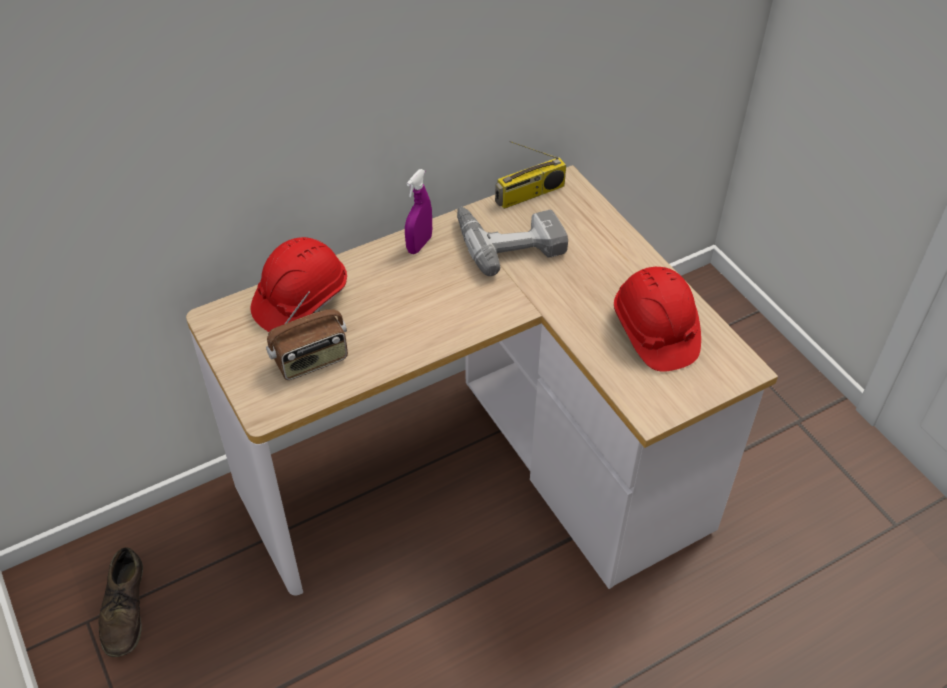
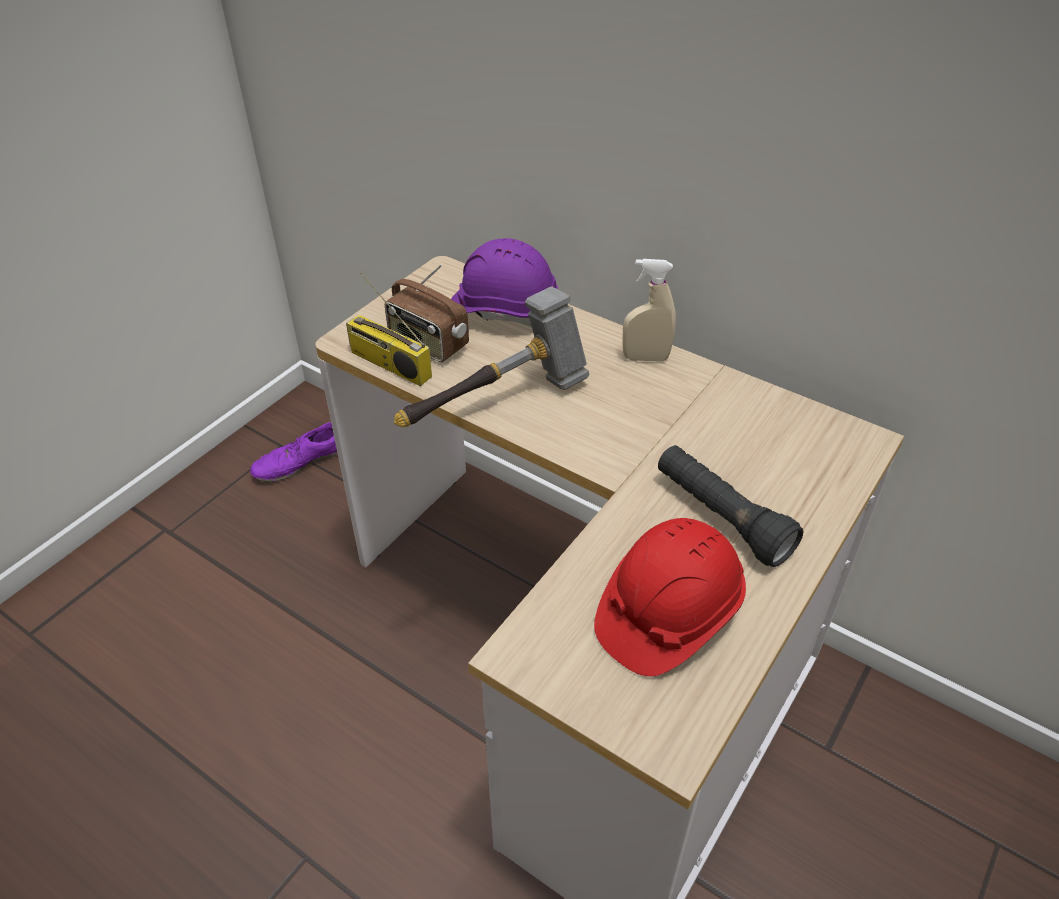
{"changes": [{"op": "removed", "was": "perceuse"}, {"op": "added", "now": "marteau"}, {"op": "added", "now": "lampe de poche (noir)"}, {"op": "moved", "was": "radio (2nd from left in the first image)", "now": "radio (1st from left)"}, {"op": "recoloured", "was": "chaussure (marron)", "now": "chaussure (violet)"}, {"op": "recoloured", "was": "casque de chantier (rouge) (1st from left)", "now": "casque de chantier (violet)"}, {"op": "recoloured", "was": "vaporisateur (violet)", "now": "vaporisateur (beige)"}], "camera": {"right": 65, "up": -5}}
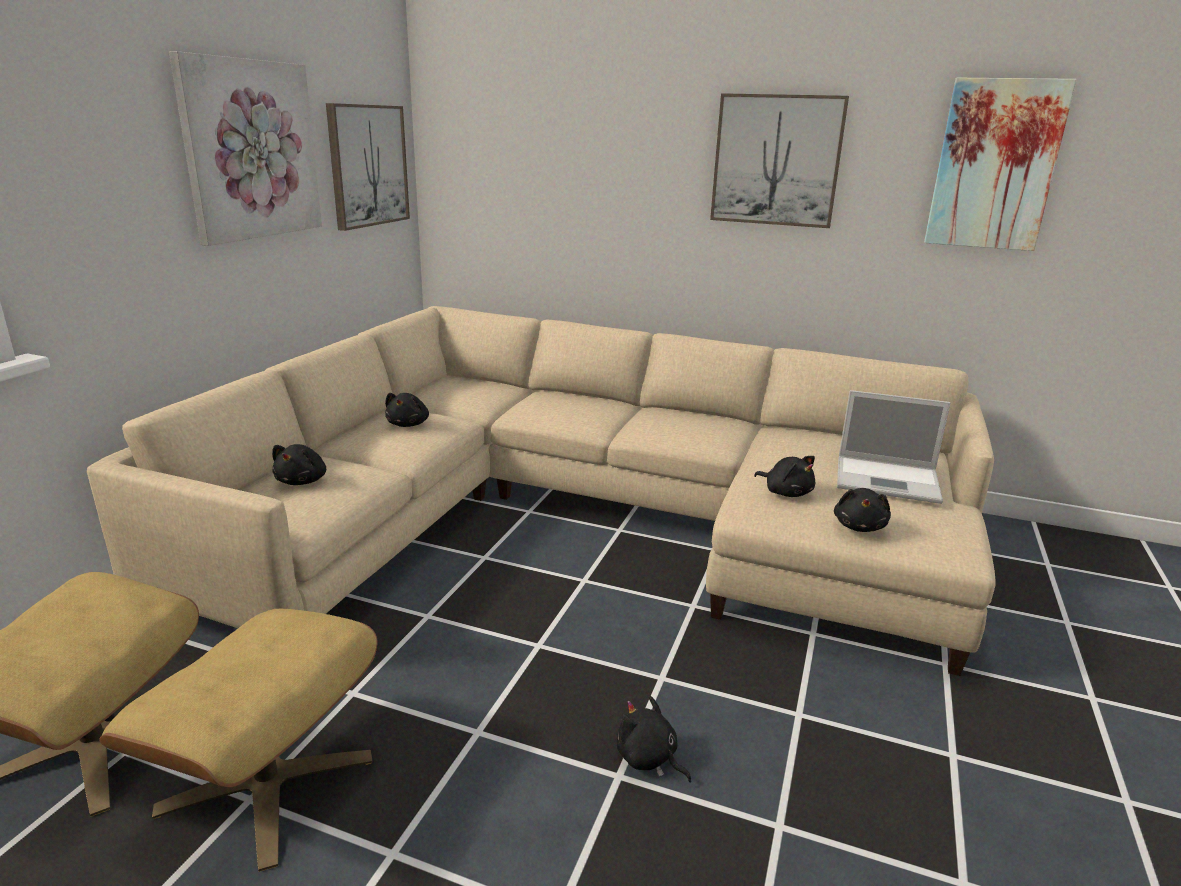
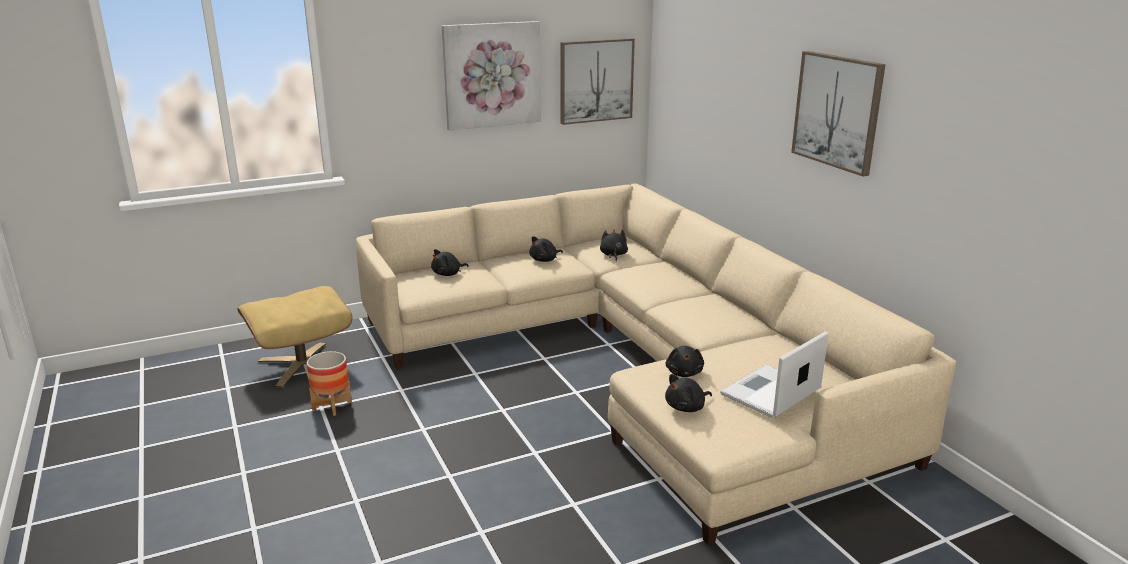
{"changes": [{"op": "removed", "was": "tableau (4th from left)"}, {"op": "moved", "was": "peluche (noir) (3rd from left)"}, {"op": "replaced", "was": "pouf (beige) (2nd from left)", "now": "cache-pot"}, {"op": "turned", "was": "ordinateur portable", "clockwise": 75}], "camera": {"right": 45, "up": 0}}
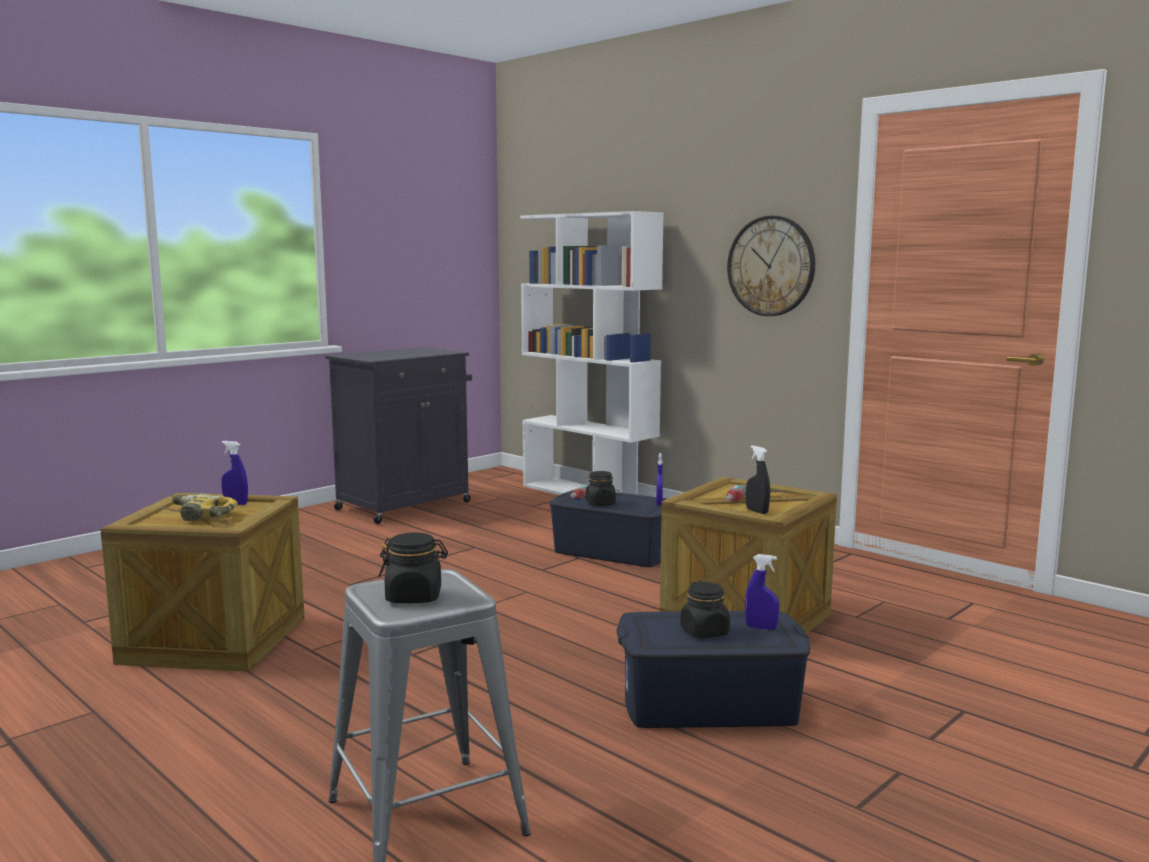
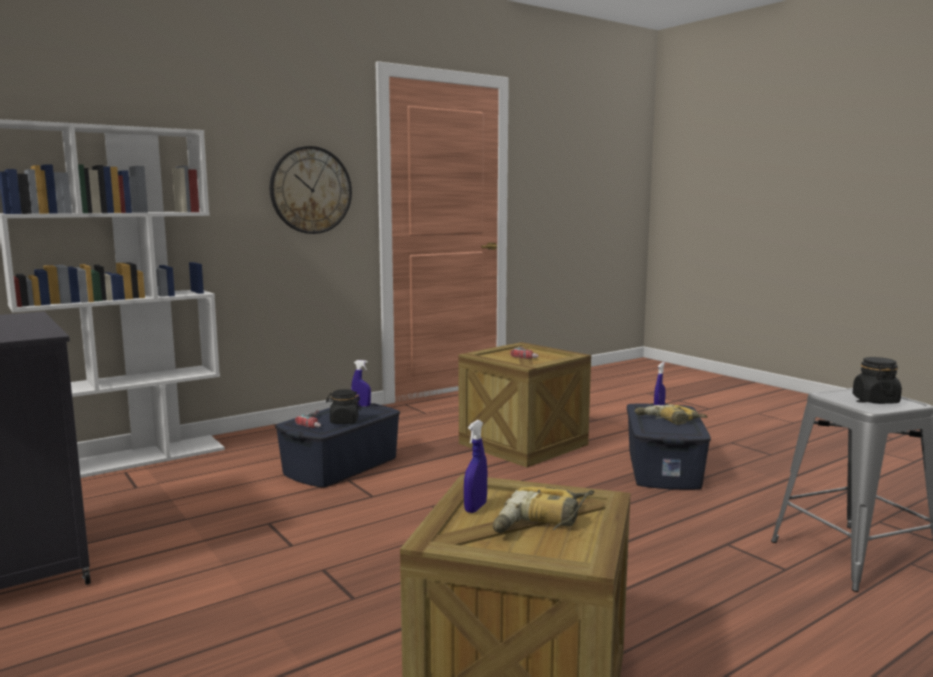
{"changes": [{"op": "removed", "was": "vaporisateur (noir)"}, {"op": "replaced", "was": "bocal (noir) (3rd from left)", "now": "perceuse (4th from left)"}], "camera": {"right": -80, "up": 0}}
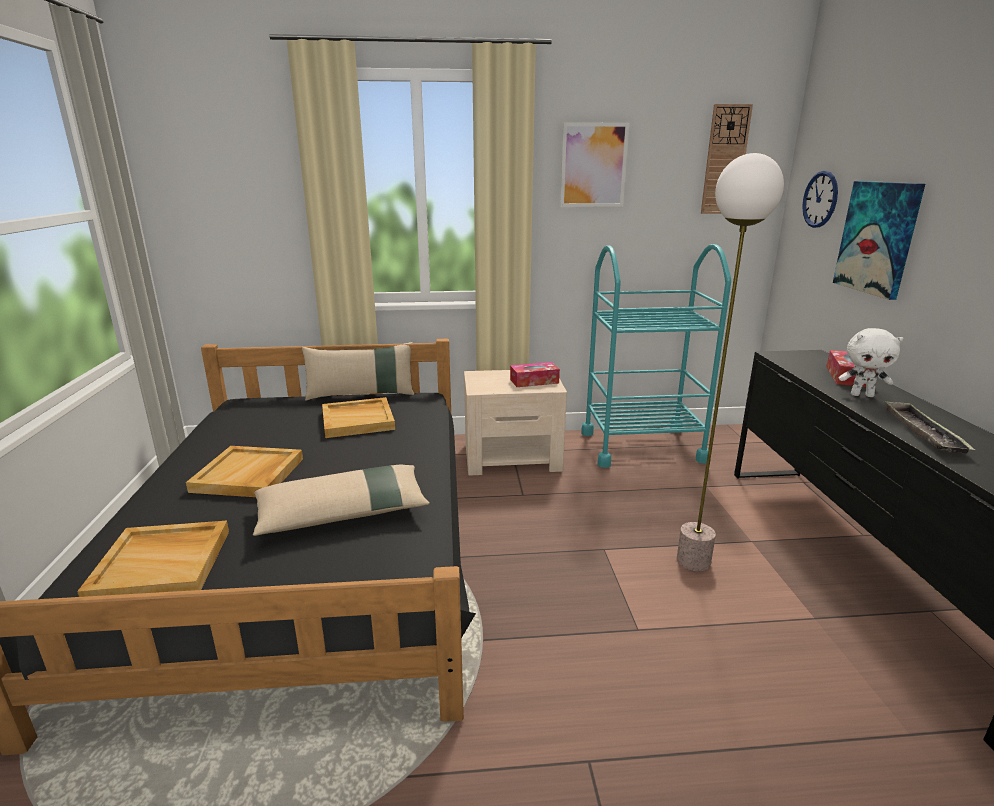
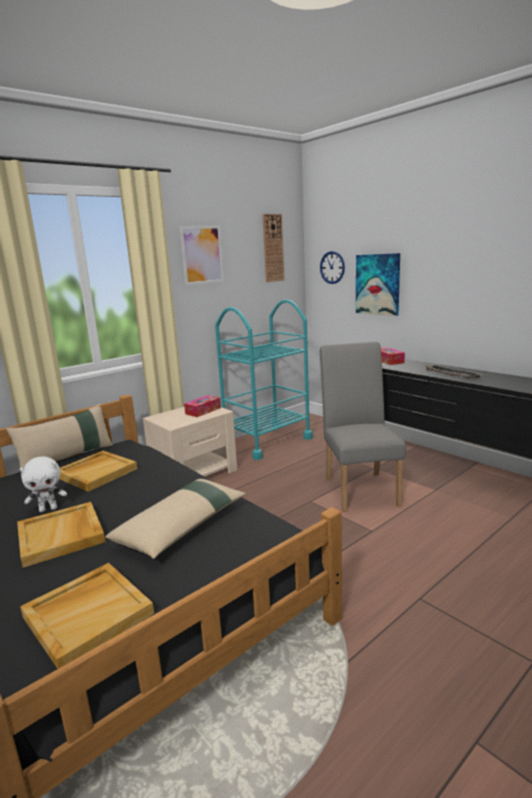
{"changes": [{"op": "moved", "was": "peluche (blanc)"}, {"op": "replaced", "was": "lampadaire", "now": "chaise (gris)"}], "camera": {"right": -35, "up": -5}}
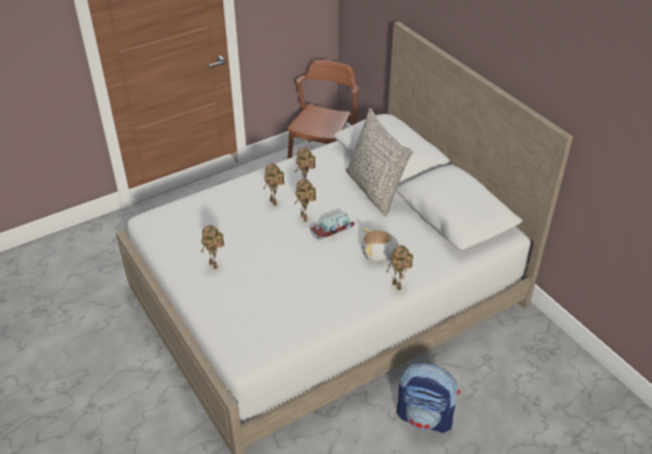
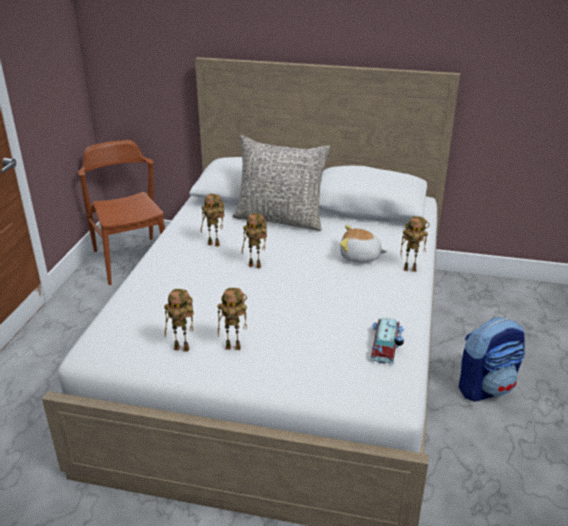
{"changes": [{"op": "moved", "was": "robot jouet (2nd from left in the first image)", "now": "robot jouet (1st from left)"}, {"op": "moved", "was": "petite voiture"}, {"op": "turned", "was": "peluche", "clockwise": 60}], "camera": {"right": -45, "up": -10}}
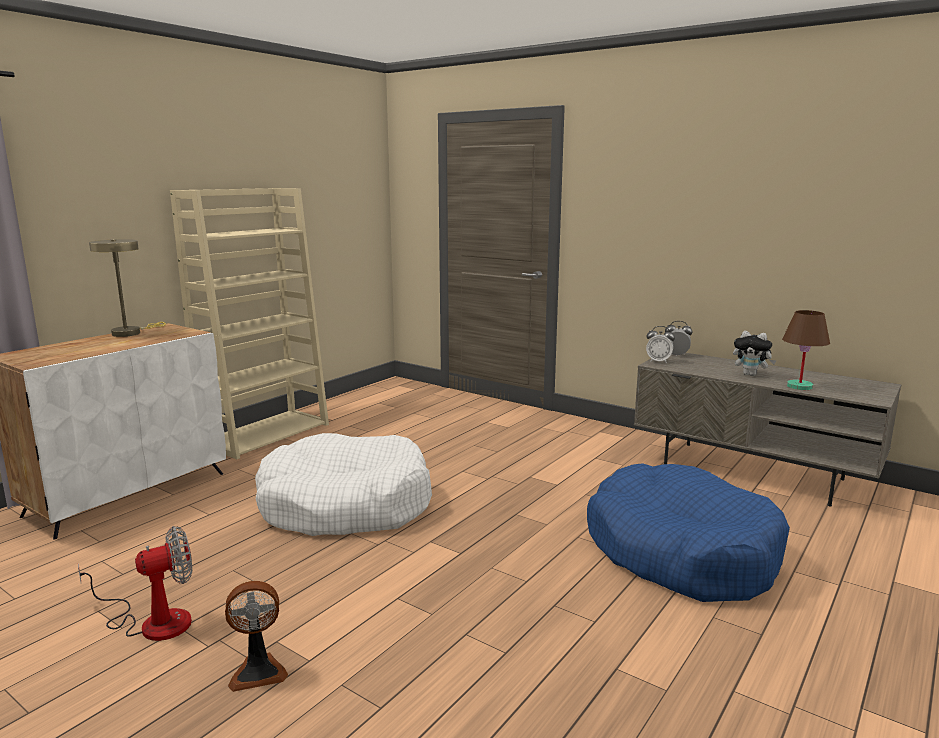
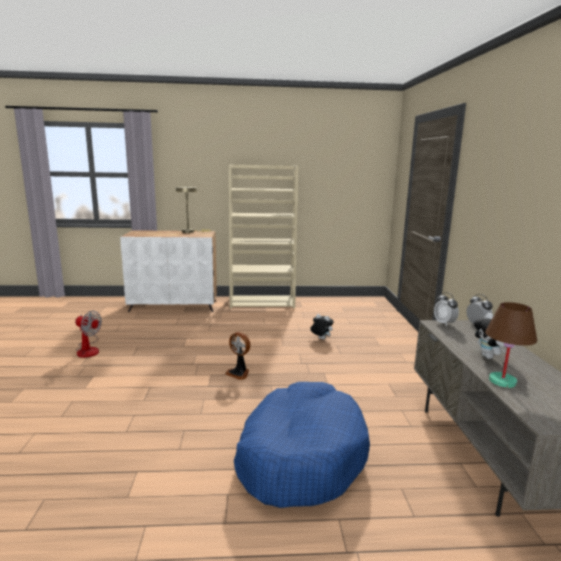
{"changes": [{"op": "removed", "was": "panier pour chien (blanc)"}, {"op": "added", "now": "peluche (1st from left)"}, {"op": "moved", "was": "ventilateur (2nd from left)"}], "camera": {"right": 50, "up": 0}}
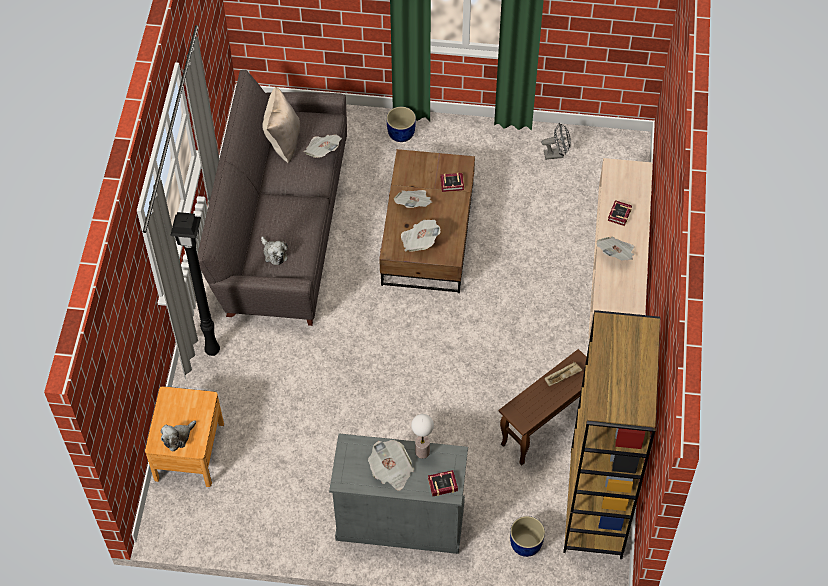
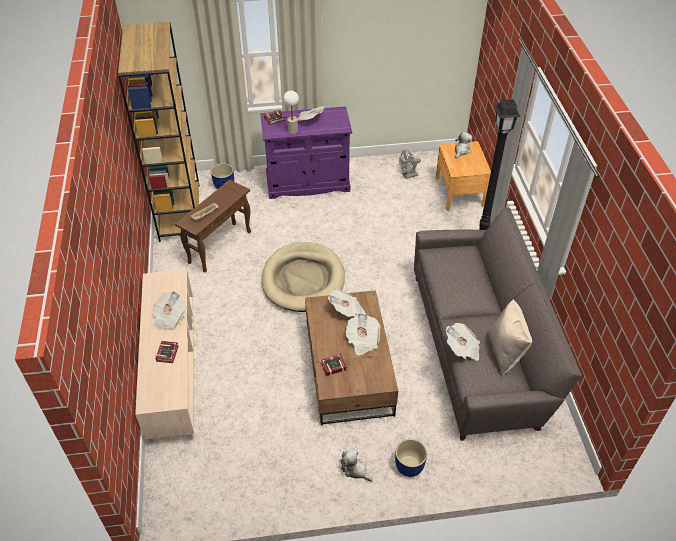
{"changes": [{"op": "added", "now": "panier pour chien (beige)"}, {"op": "moved", "was": "peluche (2nd from left in the first image)", "now": "peluche (1st from left)"}, {"op": "moved", "was": "ventilateur (gris)"}, {"op": "recoloured", "was": "meuble de rangement (gris)", "now": "meuble de rangement (violet)"}], "camera": {"right": 165, "up": -10}}
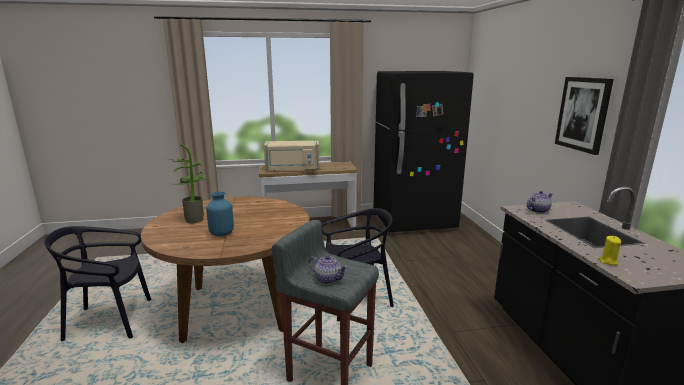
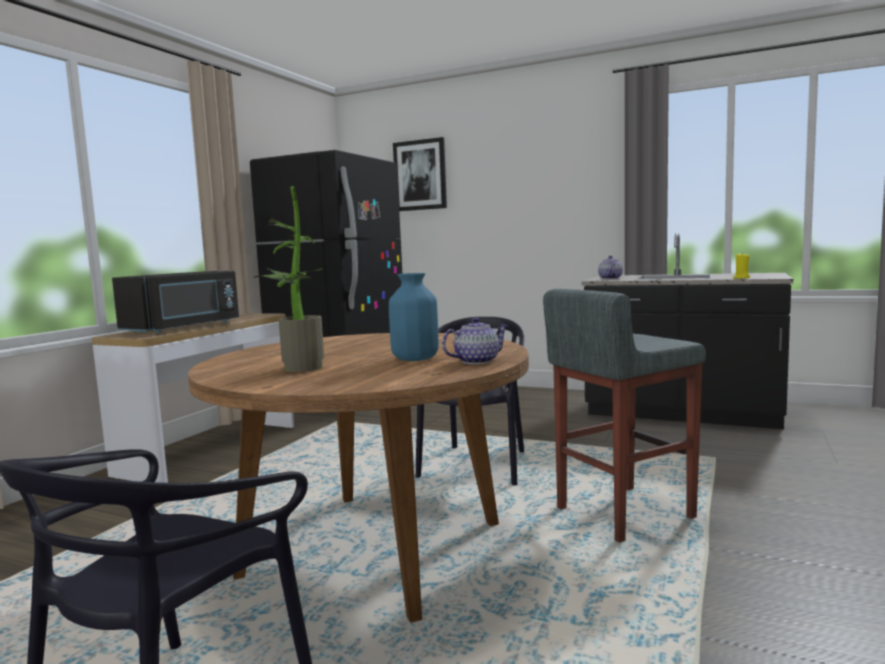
{"changes": [{"op": "moved", "was": "théière (1st from left)"}, {"op": "moved", "was": "tableau"}, {"op": "recoloured", "was": "micro-ondes (beige)", "now": "micro-ondes (noir)"}], "camera": {"right": -55, "up": -10}}
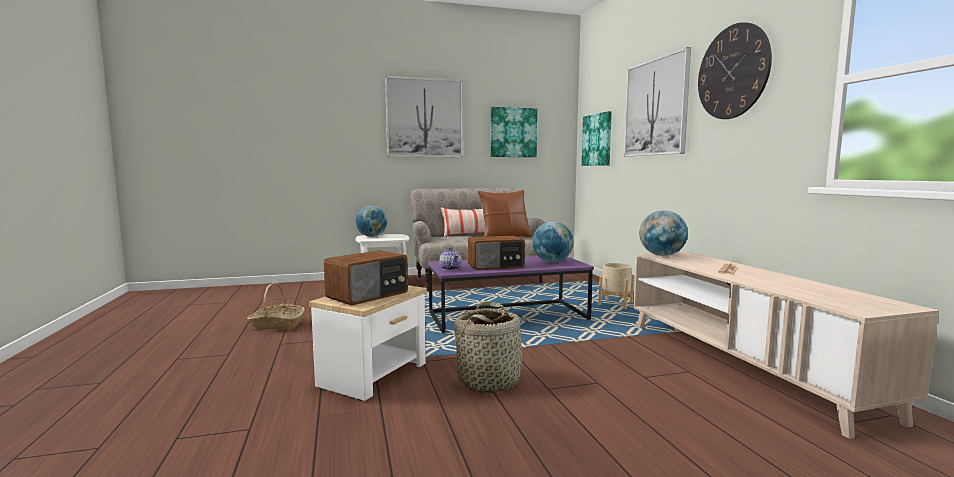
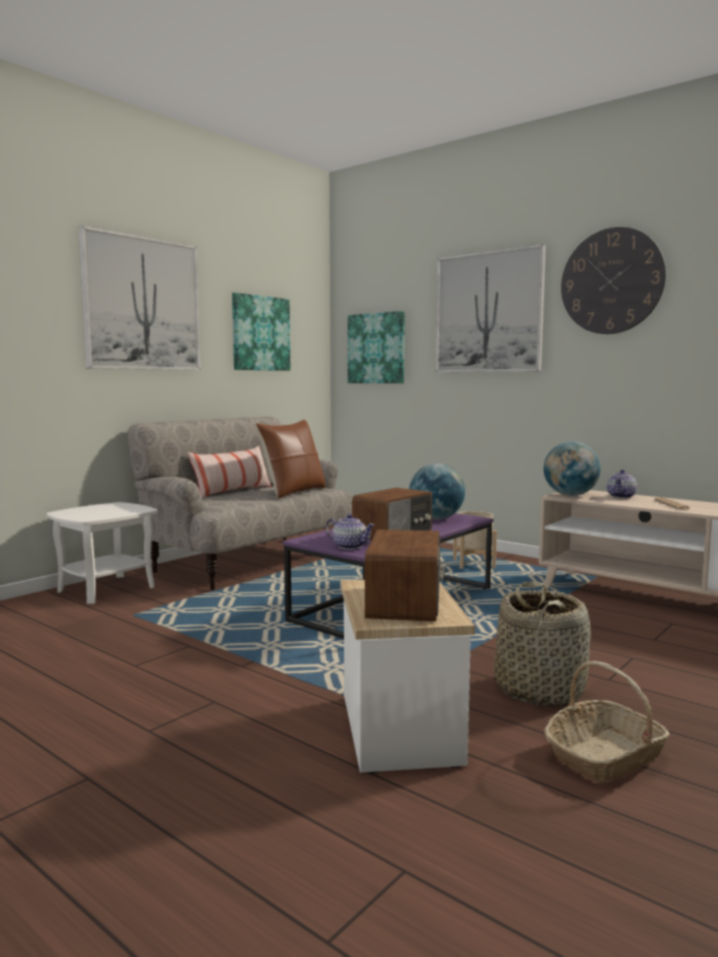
{"changes": [{"op": "removed", "was": "globe (1st from left)"}, {"op": "added", "now": "théière (2nd from left)"}, {"op": "moved", "was": "panier (1st from left in the first image)", "now": "panier (2nd from left)"}], "camera": {"right": -35, "up": 0}}
